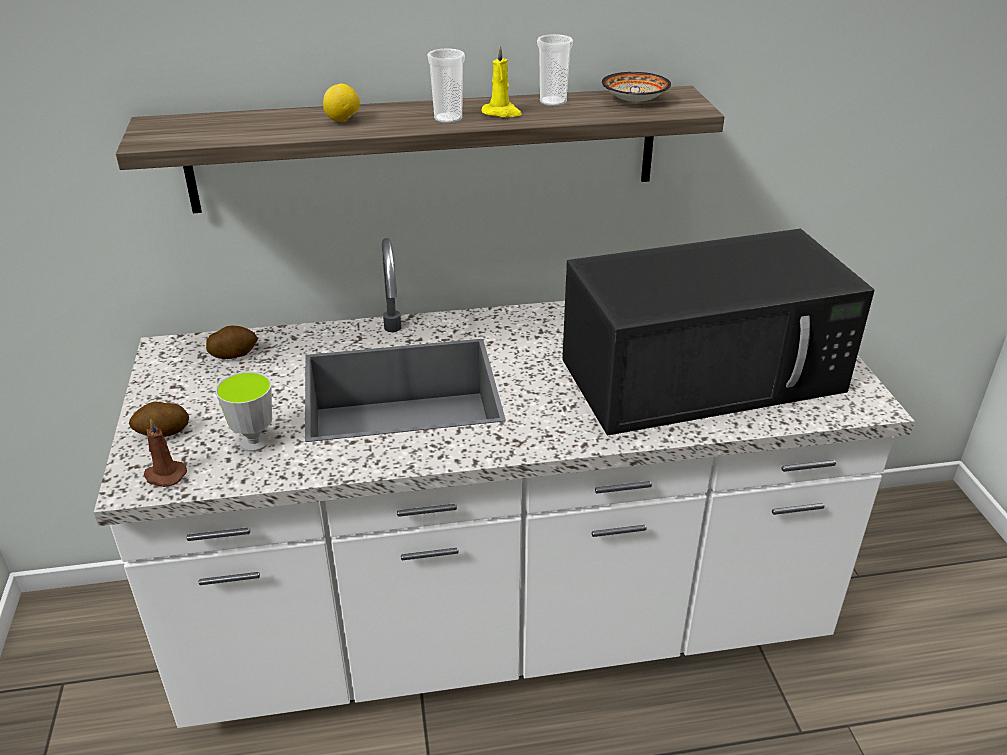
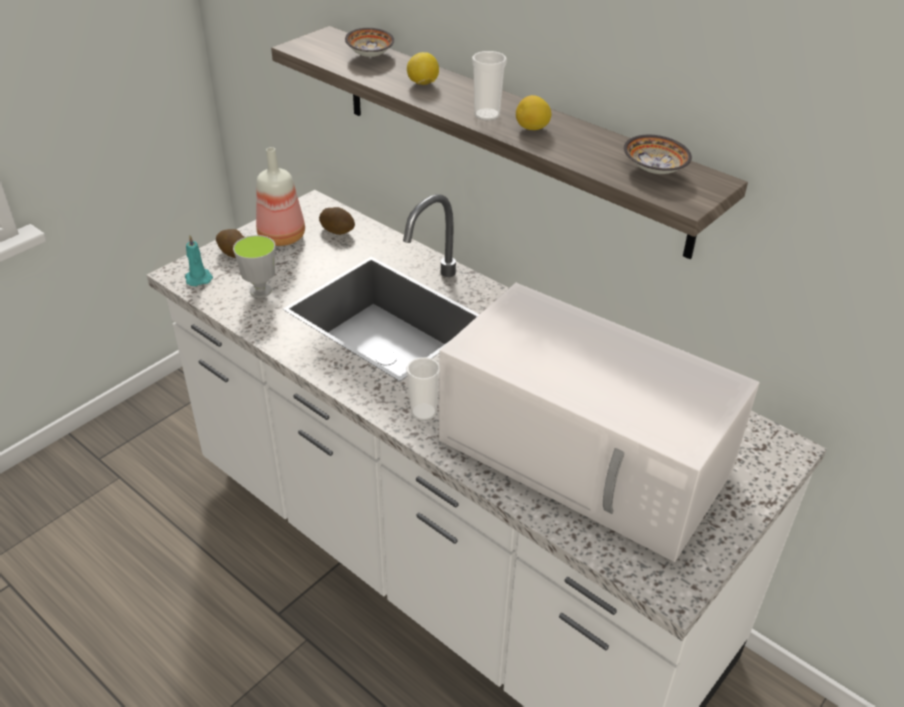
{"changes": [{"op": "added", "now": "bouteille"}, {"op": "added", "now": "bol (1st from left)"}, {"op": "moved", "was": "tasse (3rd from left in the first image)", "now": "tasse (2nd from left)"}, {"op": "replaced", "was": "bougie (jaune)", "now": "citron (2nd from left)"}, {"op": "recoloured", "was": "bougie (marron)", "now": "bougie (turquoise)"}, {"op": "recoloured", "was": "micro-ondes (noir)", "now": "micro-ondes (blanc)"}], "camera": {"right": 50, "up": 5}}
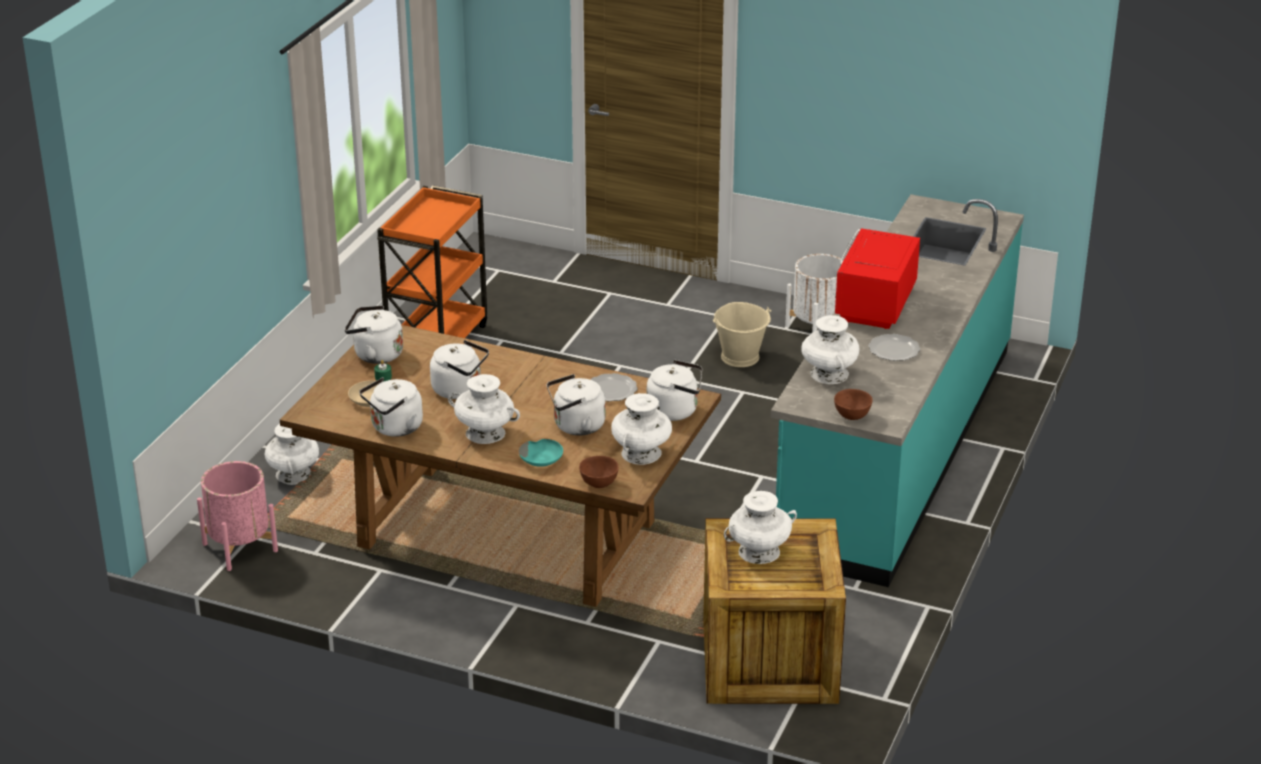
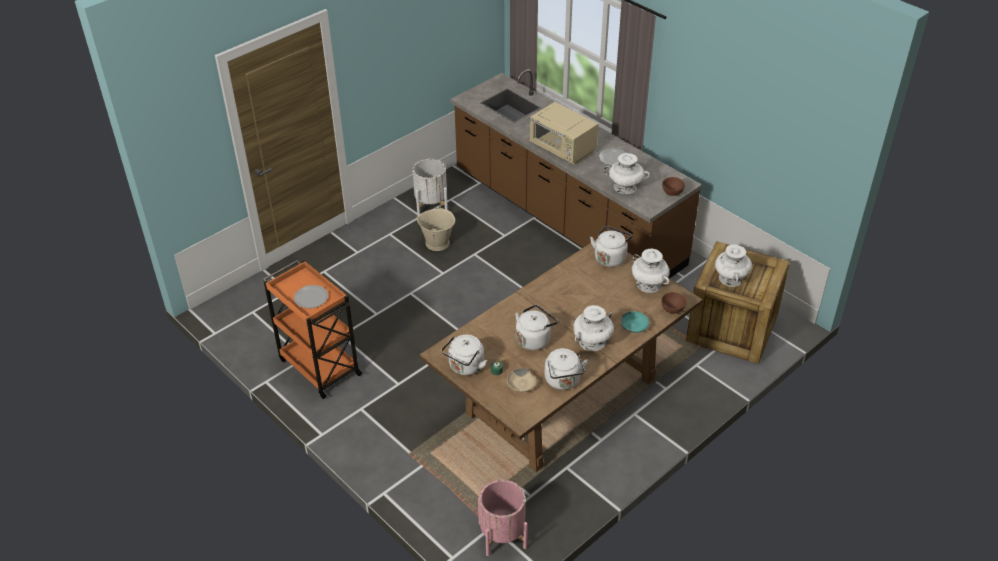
{"changes": [{"op": "removed", "was": "vase (blanc) (1st from left)"}, {"op": "removed", "was": "bouilloire (blanc) (4th from left)"}, {"op": "moved", "was": "assiette (1st from left)"}, {"op": "recoloured", "was": "comptoir de cuisine (turquoise)", "now": "comptoir de cuisine (marron)"}, {"op": "recoloured", "was": "micro-ondes (rouge)", "now": "micro-ondes (beige)"}], "camera": {"right": -65, "up": 10}}
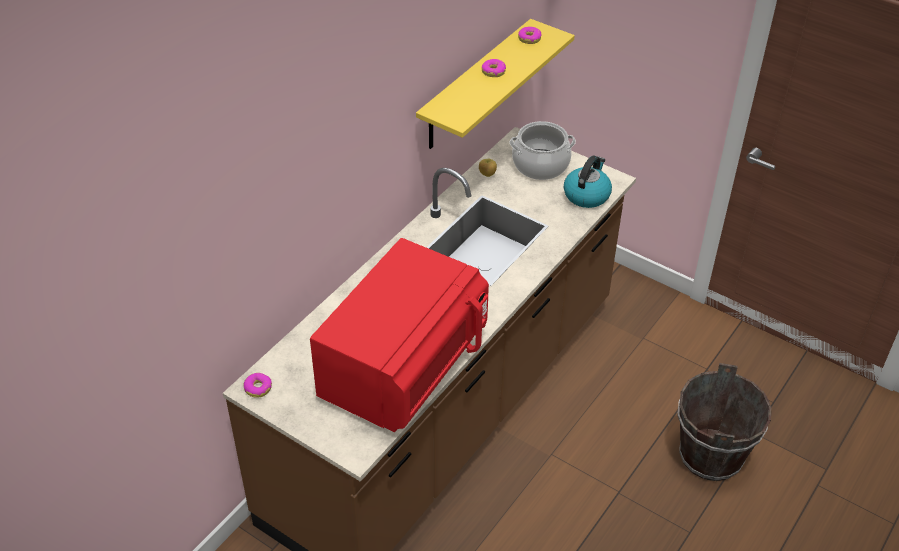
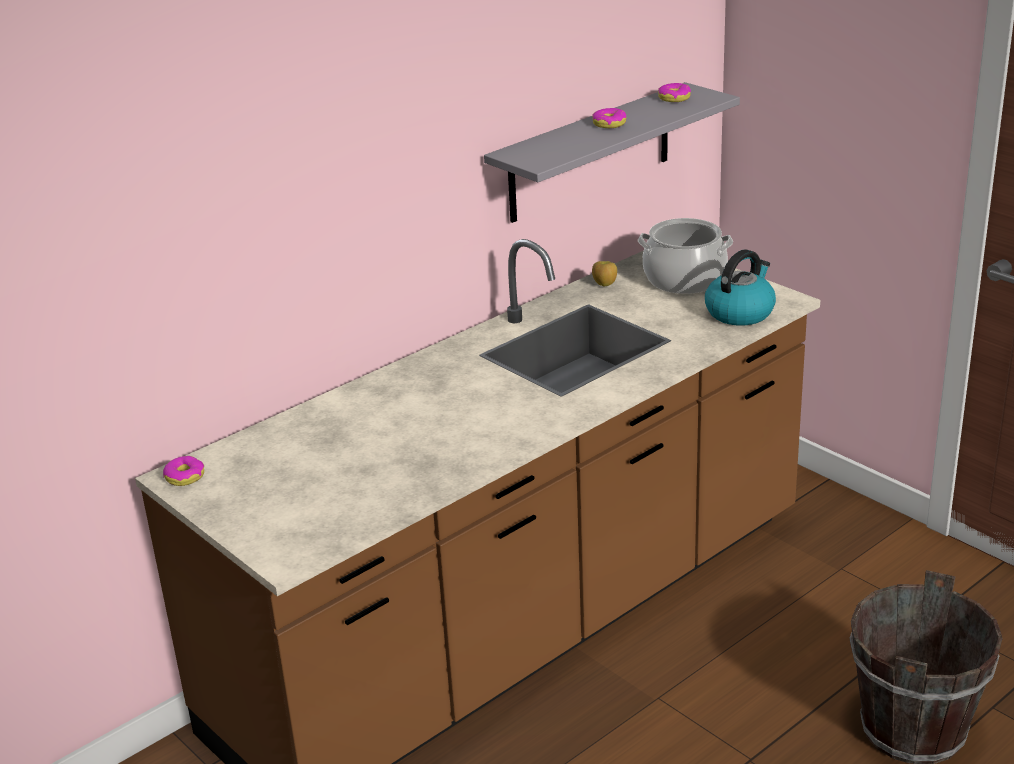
{"changes": [{"op": "removed", "was": "micro-ondes (rouge)"}, {"op": "recoloured", "was": "étagère (jaune)", "now": "étagère (gris)"}], "camera": {"right": 15, "up": -15}}
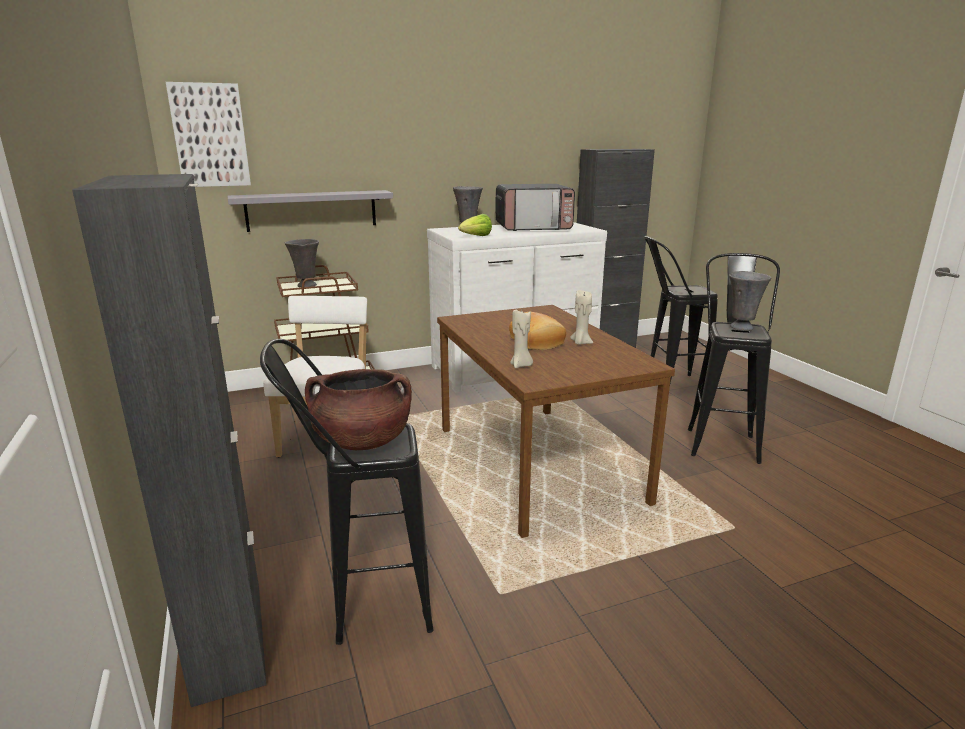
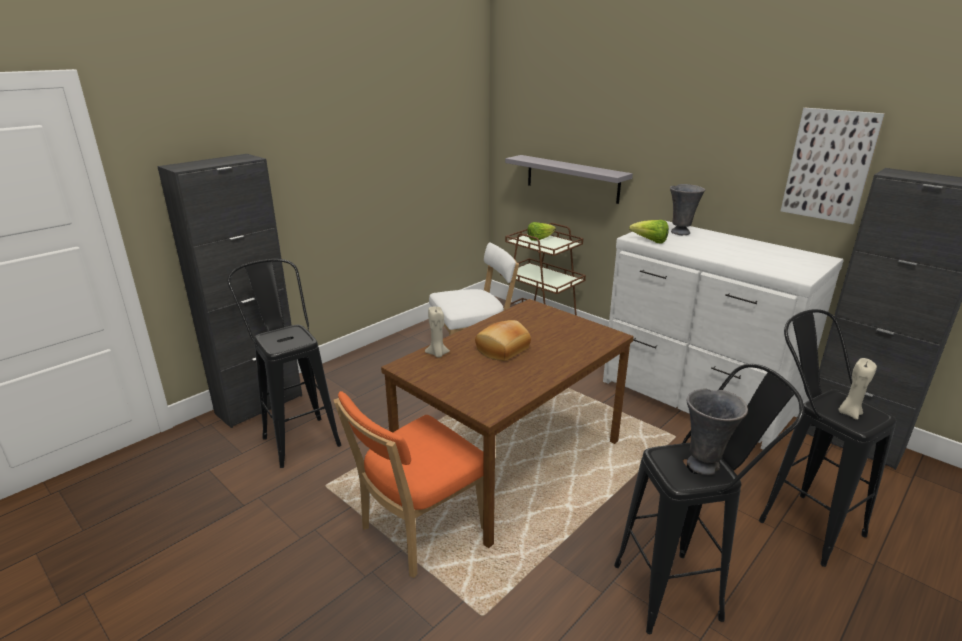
{"changes": [{"op": "removed", "was": "marmite (marron)"}, {"op": "removed", "was": "micro-ondes"}, {"op": "added", "now": "chaise (orange)"}, {"op": "moved", "was": "tableau"}, {"op": "moved", "was": "bougie (beige) (2nd from left)"}, {"op": "replaced", "was": "vase (gris) (1st from left)", "now": "laitue (1st from left)"}], "camera": {"right": 65, "up": 5}}
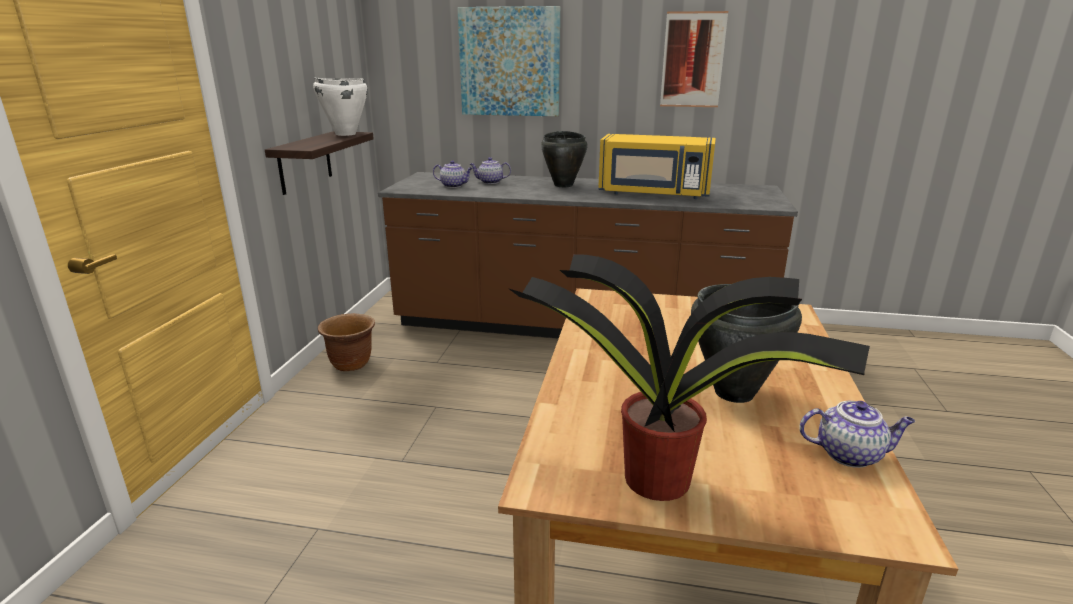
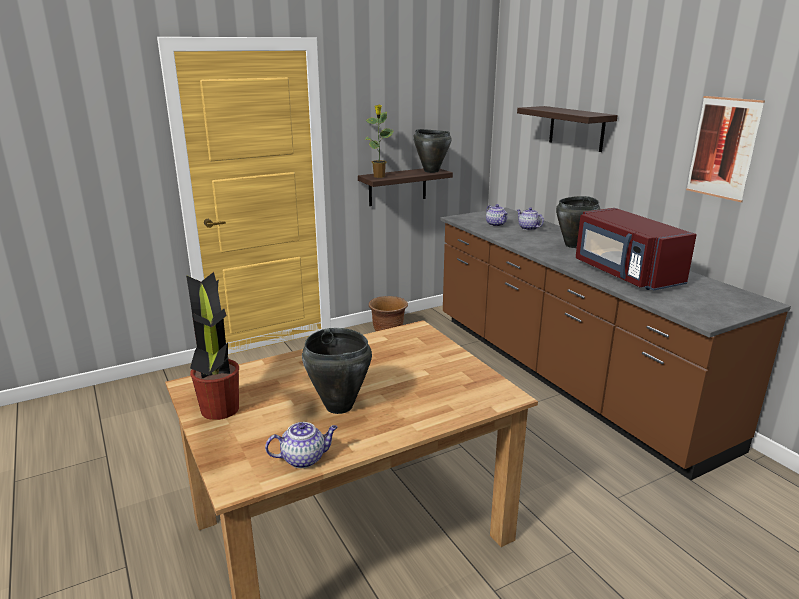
{"changes": [{"op": "added", "now": "plante en pot (2nd from left)"}, {"op": "replaced", "was": "tableau (1st from left)", "now": "étagère (2nd from left)"}, {"op": "recoloured", "was": "marmite (blanc)", "now": "marmite (noir) (2nd from left)"}, {"op": "recoloured", "was": "micro-ondes (jaune)", "now": "micro-ondes (rouge)"}, {"op": "turned", "was": "théière (3rd from left in the first image)", "clockwise": -75}], "camera": {"right": 50, "up": 0}}
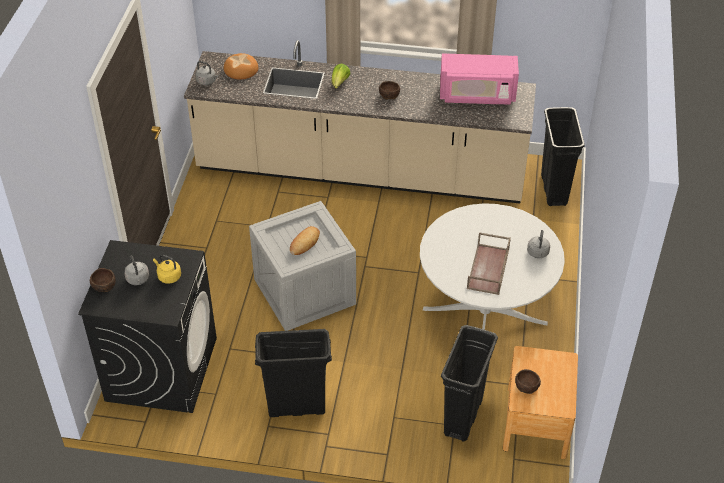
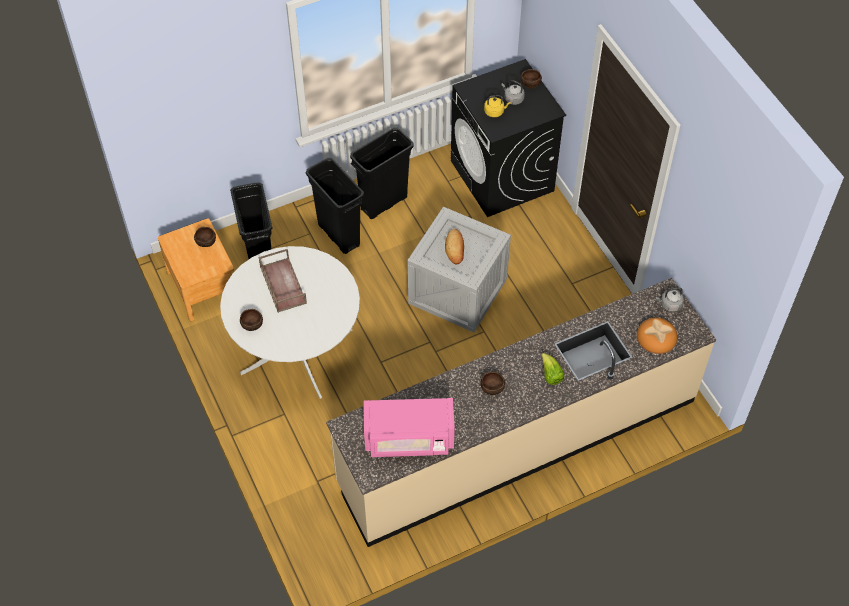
{"changes": [{"op": "moved", "was": "poubelle (noir) (3rd from left in the first image)", "now": "poubelle (noir) (2nd from left)"}, {"op": "replaced", "was": "bouilloire (gris) (3rd from left)", "now": "bol (marron) (2nd from left)"}, {"op": "turned", "was": "micro-ondes (rose)", "clockwise": -150}], "camera": {"right": 145, "up": 10}}
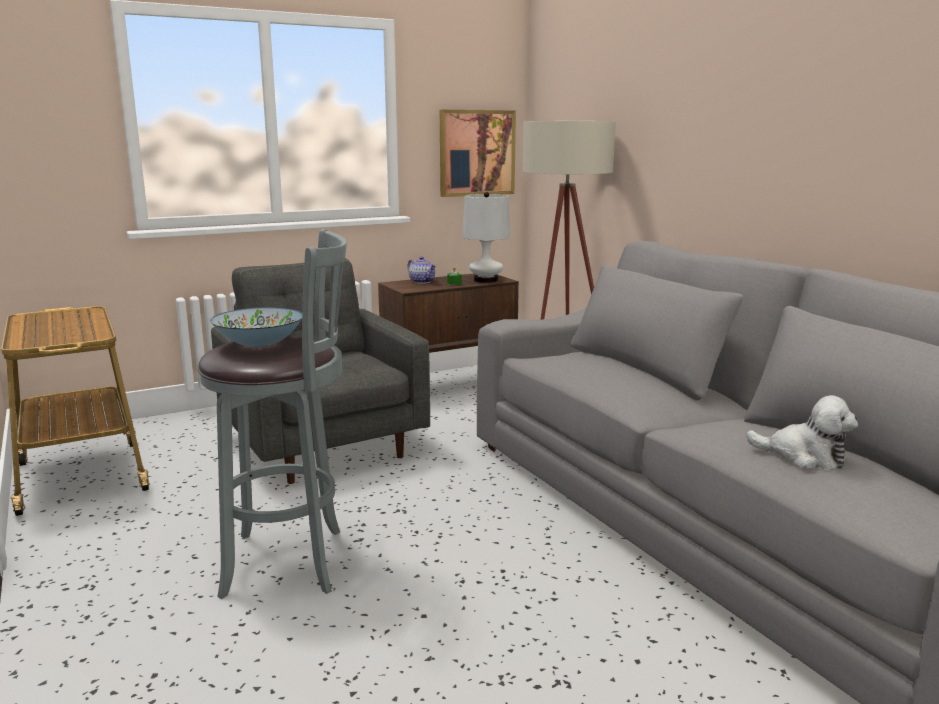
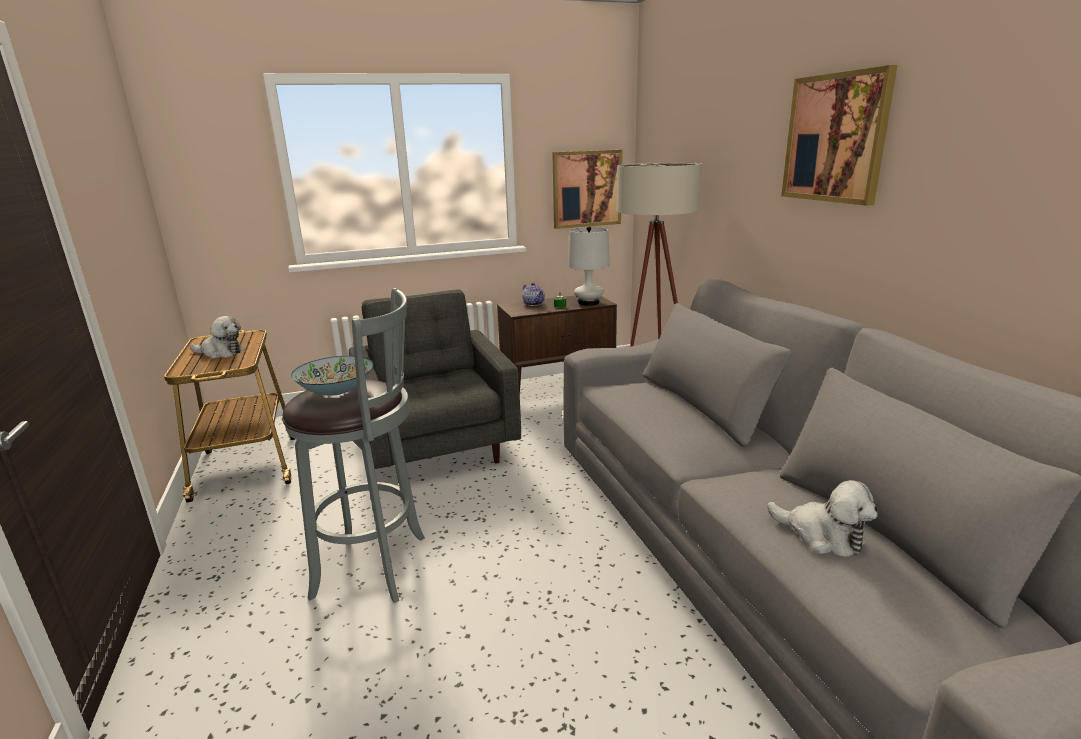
{"changes": [{"op": "added", "now": "peluche (1st from left)"}, {"op": "added", "now": "tableau (2nd from left)"}], "camera": {"right": 10, "up": 5}}
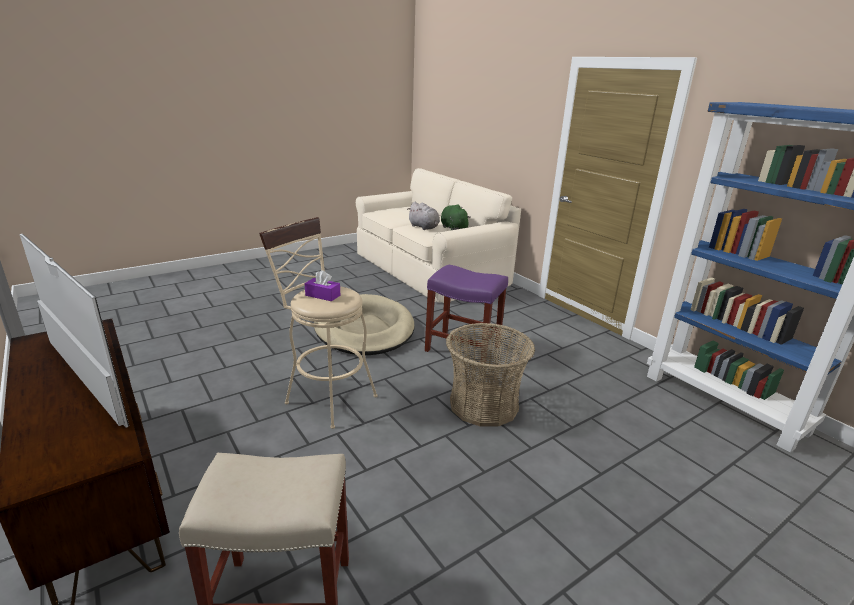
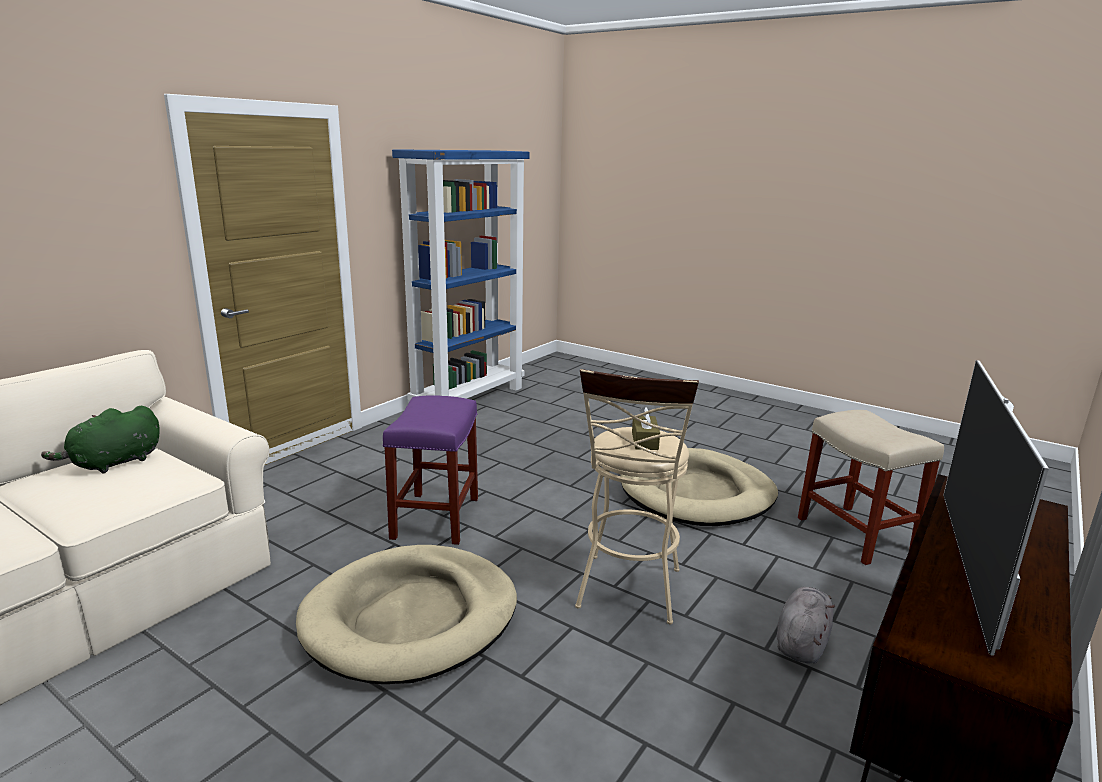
{"changes": [{"op": "removed", "was": "panier"}, {"op": "added", "now": "panier pour chien (beige) (2nd from left)"}, {"op": "moved", "was": "peluche (gris)"}, {"op": "recoloured", "was": "boîte à mouchoirs (violet)", "now": "boîte à mouchoirs (marron)"}], "camera": {"right": -110, "up": -5}}
